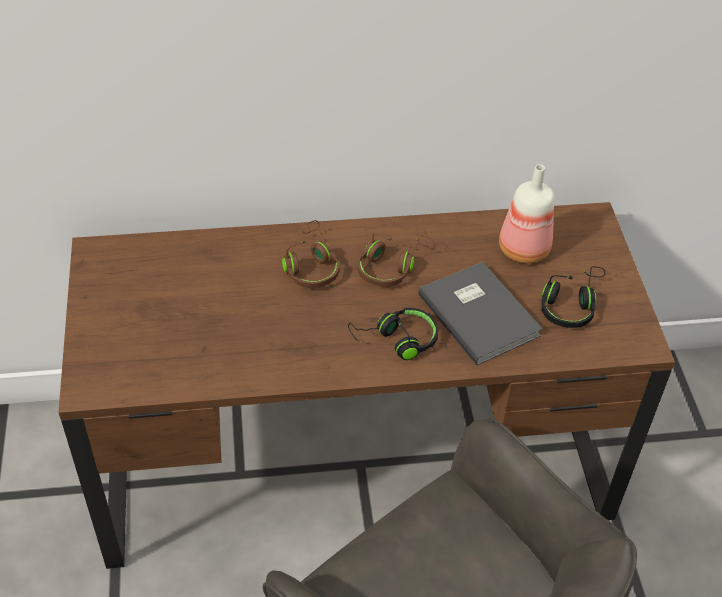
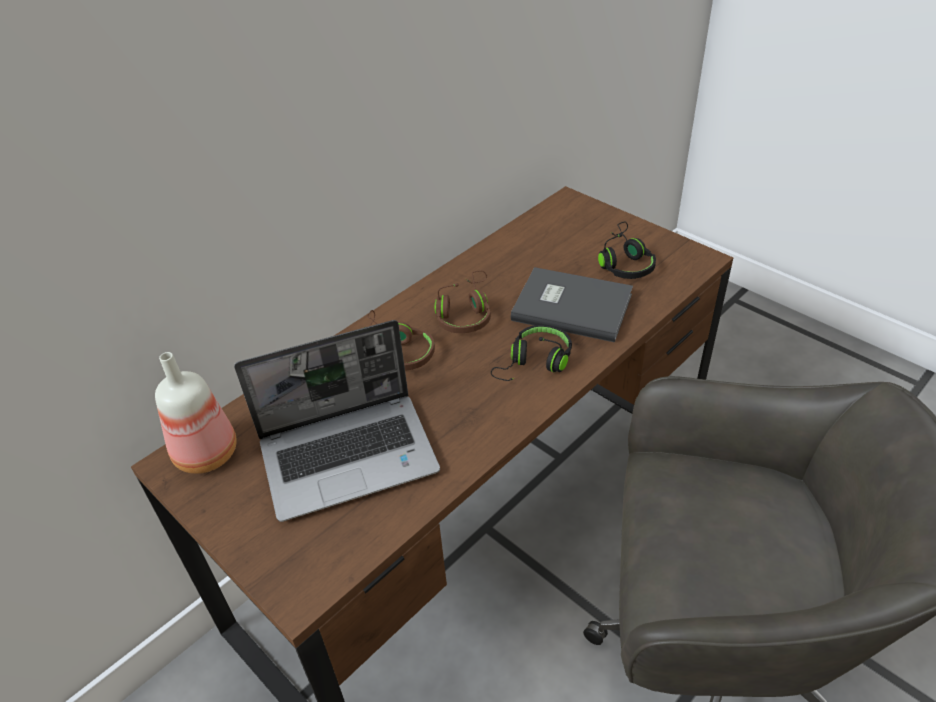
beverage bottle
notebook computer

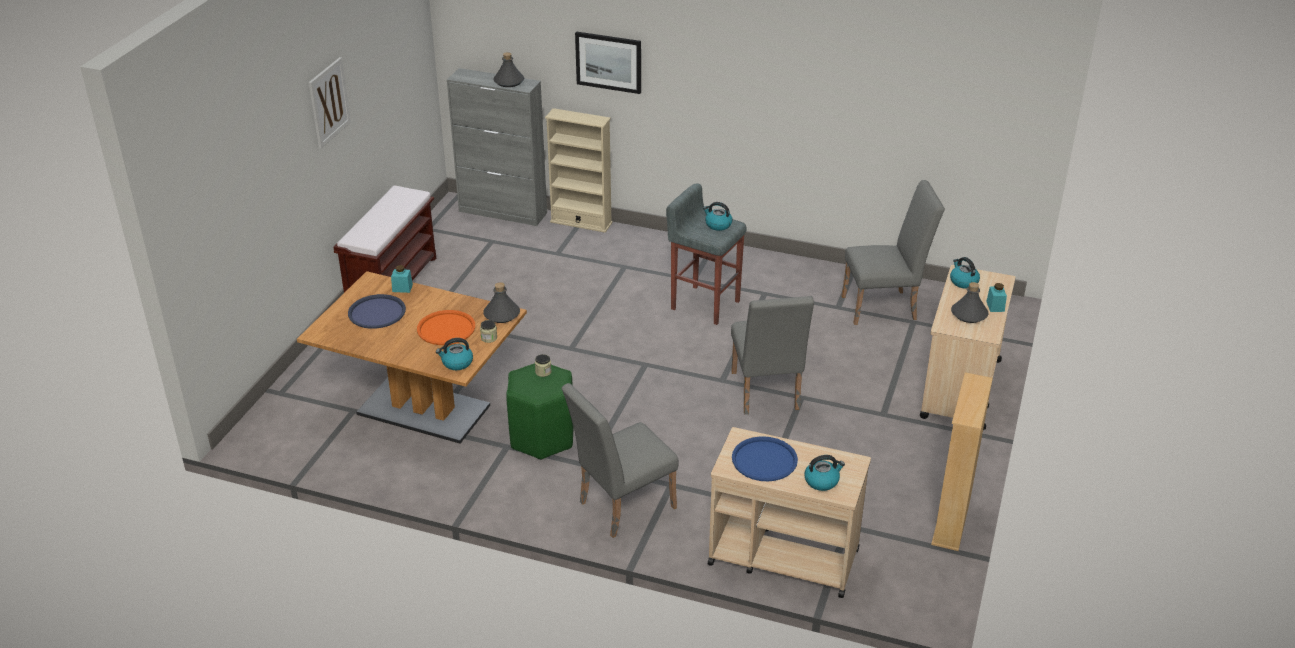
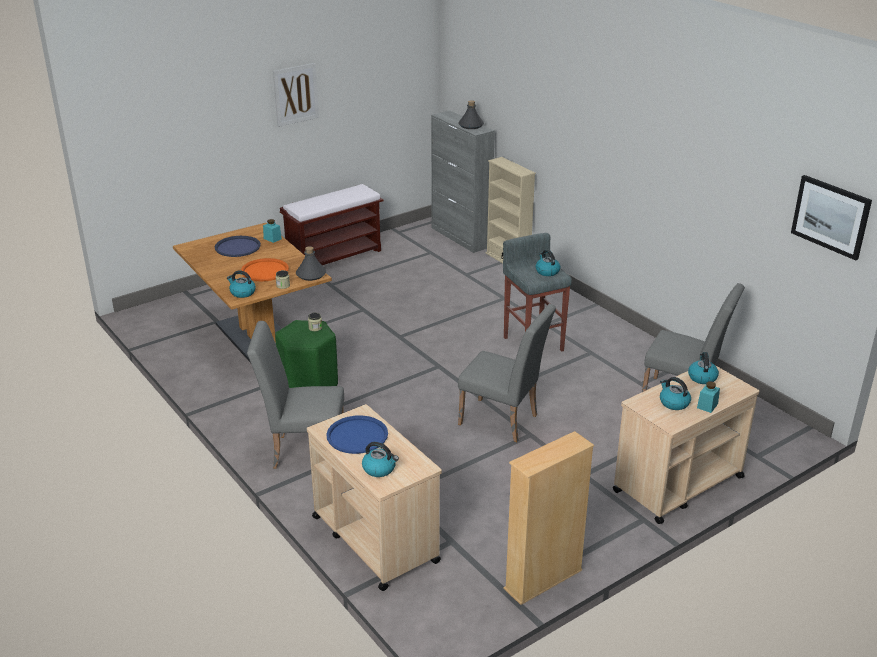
wall art (2nd from left)
tea kettle (4th from left)
grey chair (2nd from left)

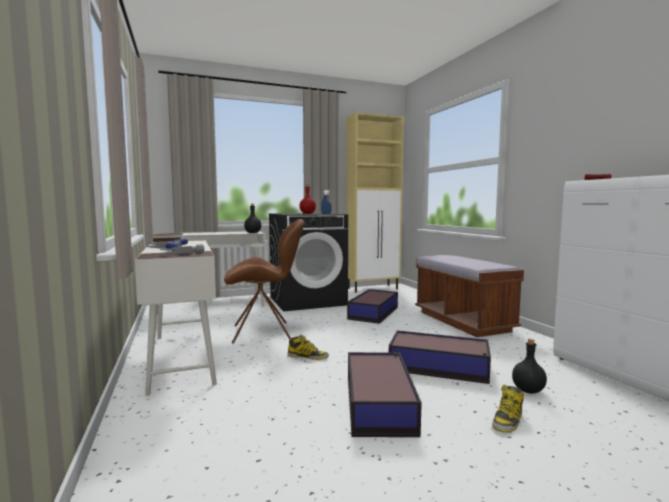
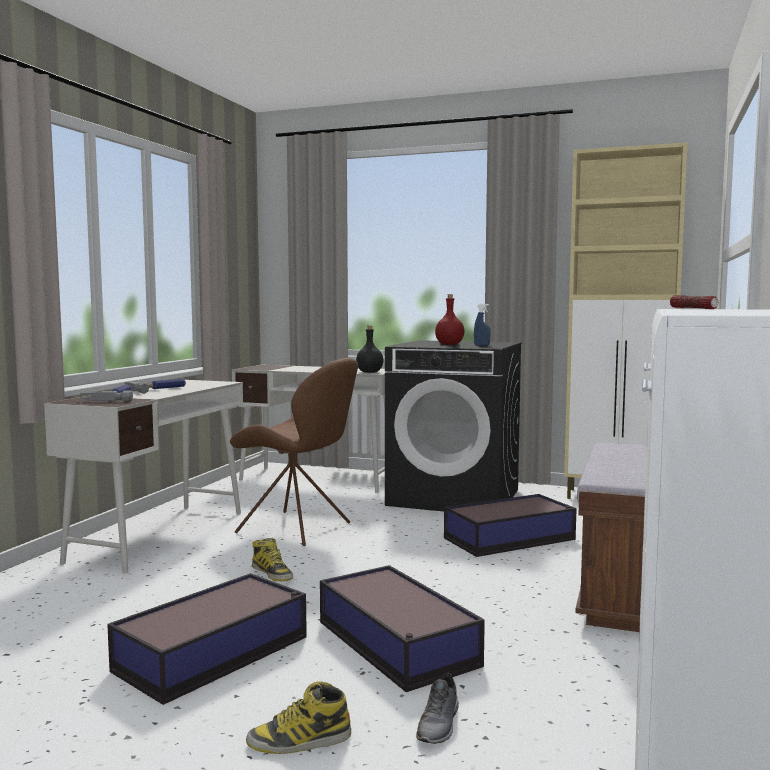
grey shoe

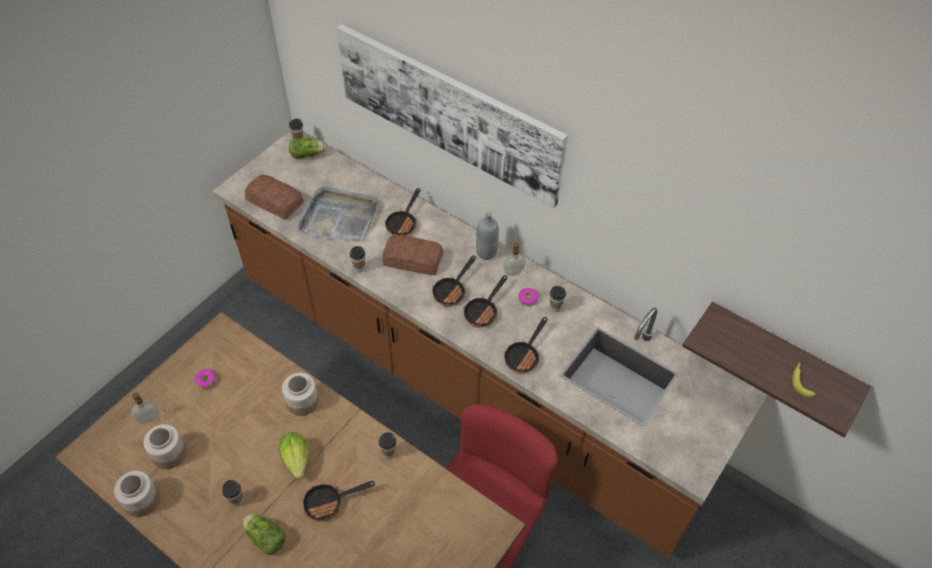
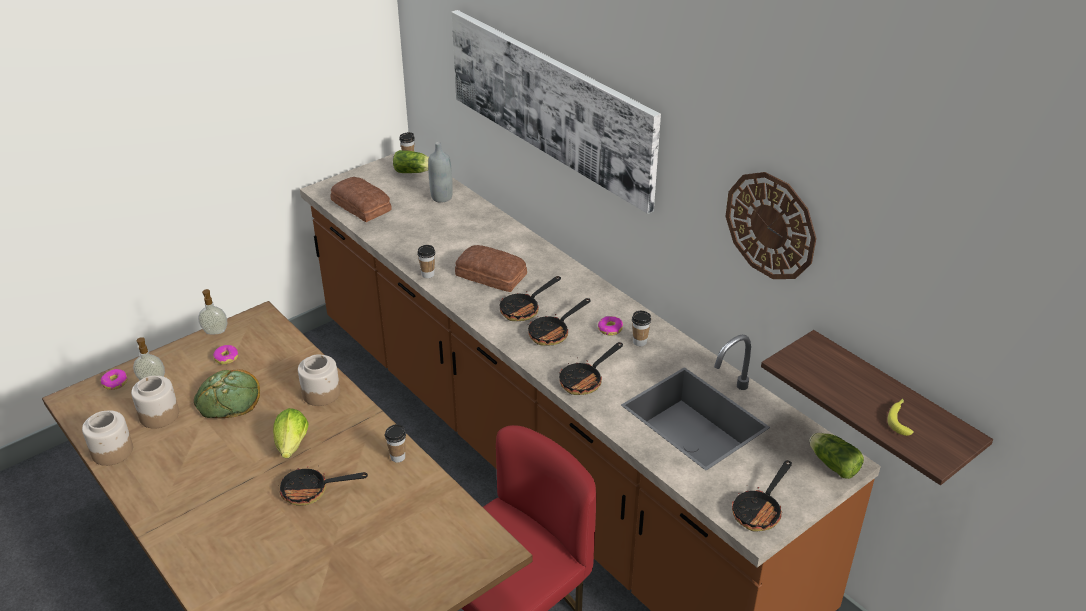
grey carrying tray
frying pan (5th from left)
grey beverage bottle
soap dispenser (2nd from left)
cup (1st from left in the first image)
lettuce head (3rd from left)
clock on the wall
ring doughnut (1st from left)
baked bread (1st from left)

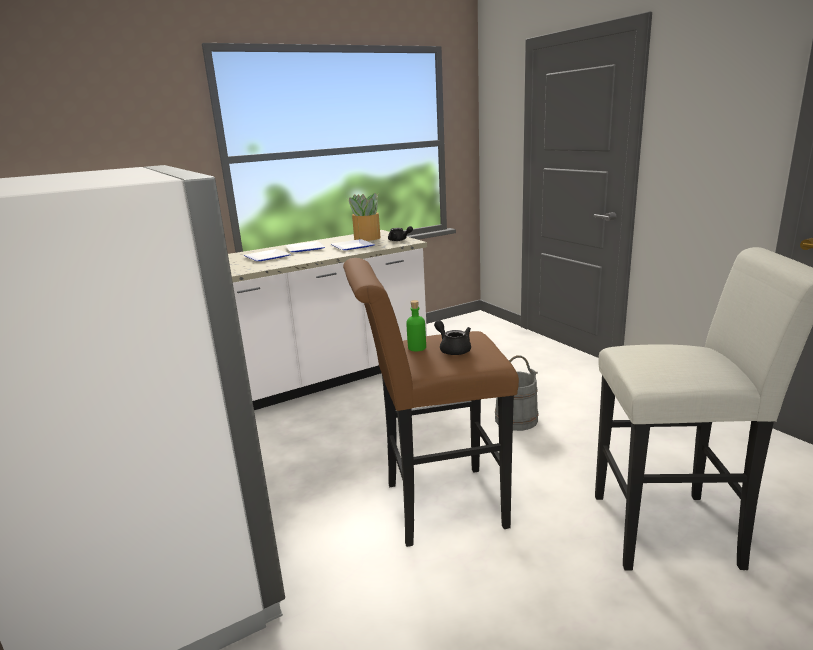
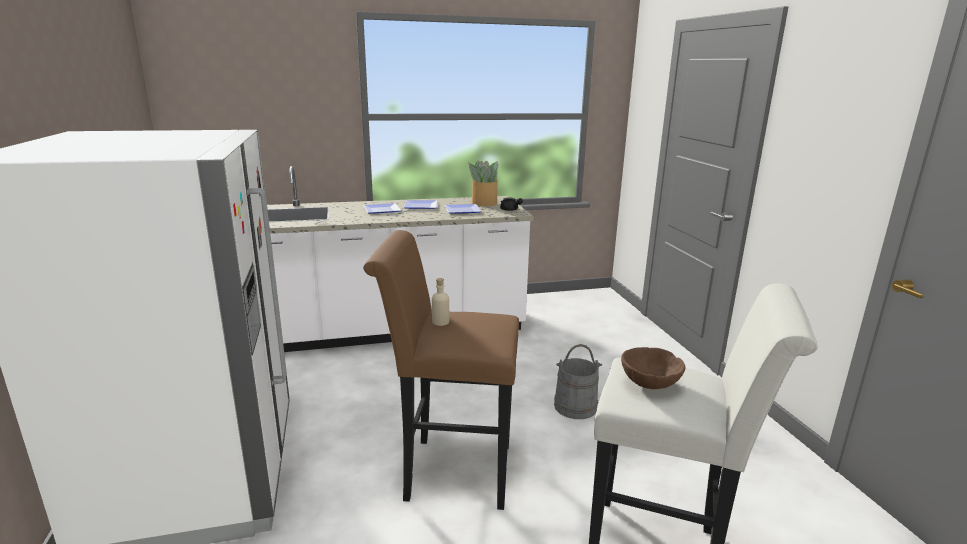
beige-coloured beverage bottle
blackish pot for tea (2nd from left in the first image)
brown-coloured deep dish

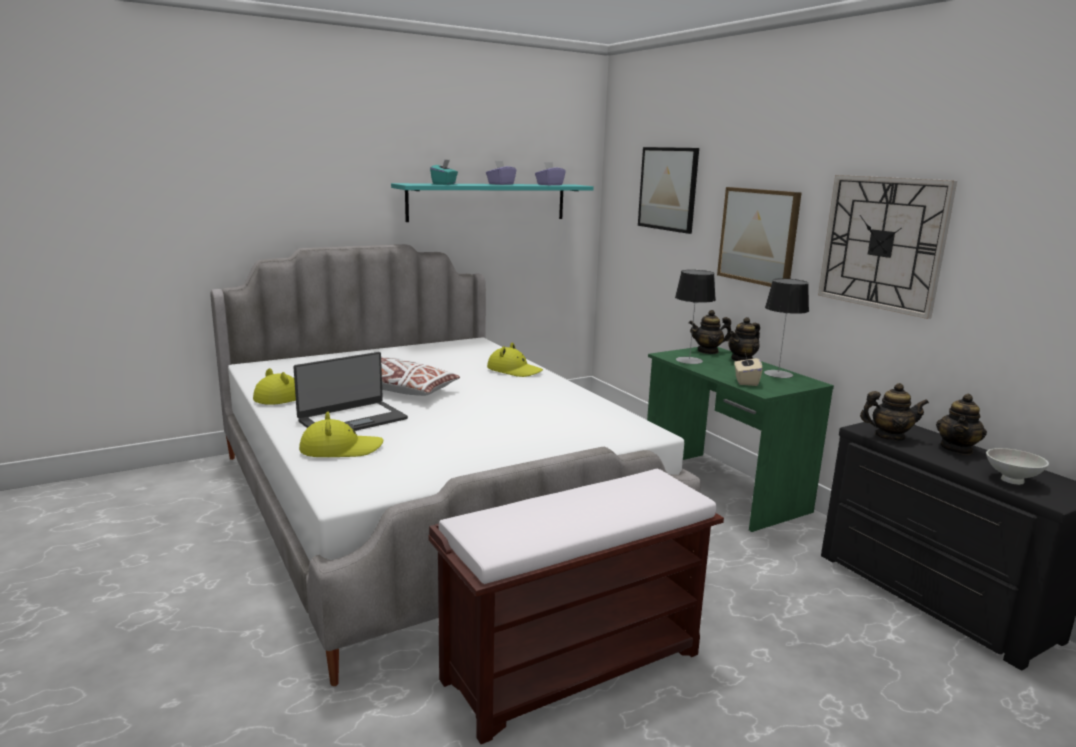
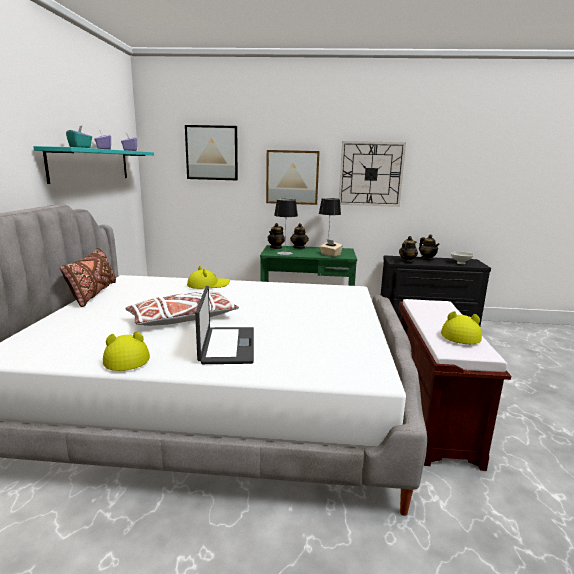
yellowish hat (3rd from left)
brown-coloured throw pillow

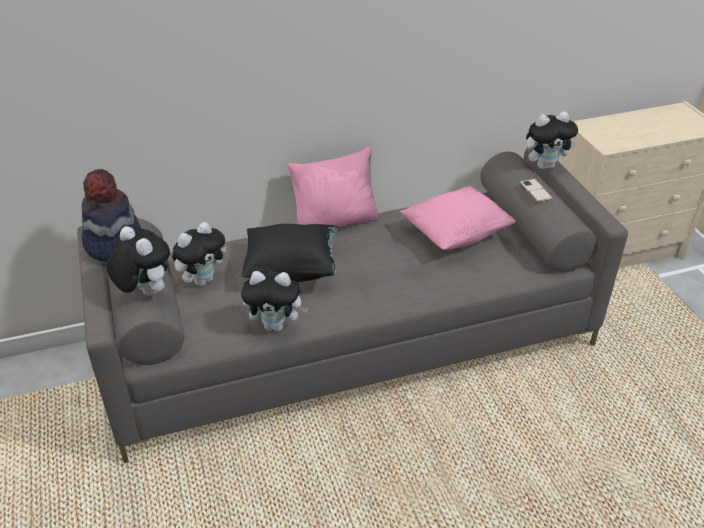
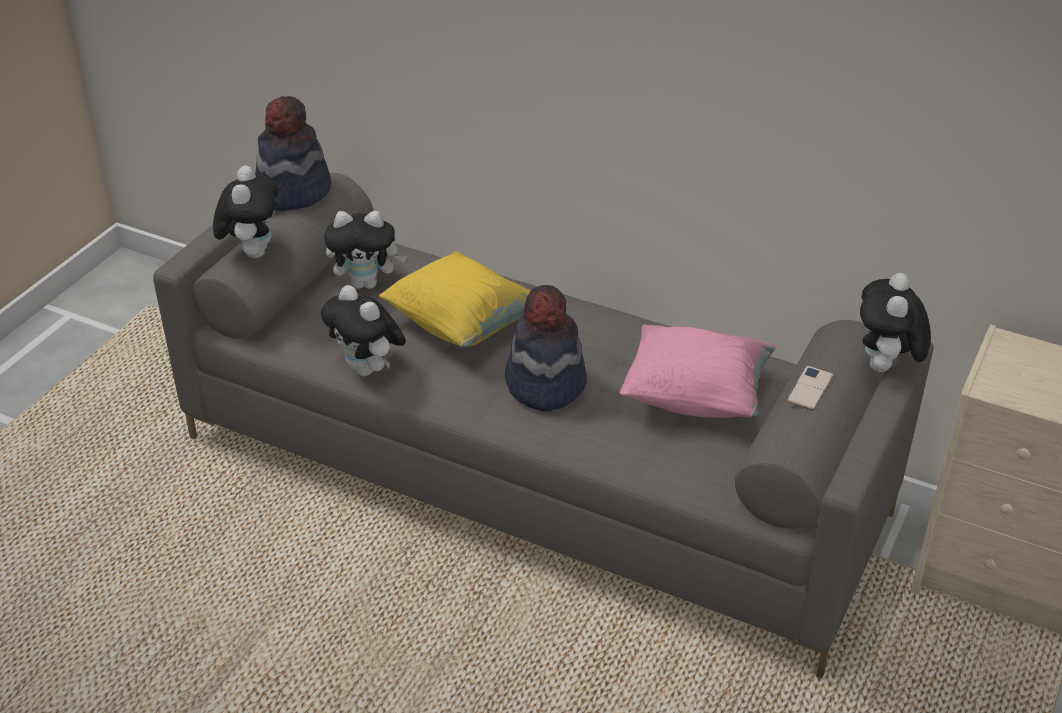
soft toy (4th from left)
pink-coloured throw pillow (1st from left in the first image)
yellowish throw pillow
hat (2nd from left)

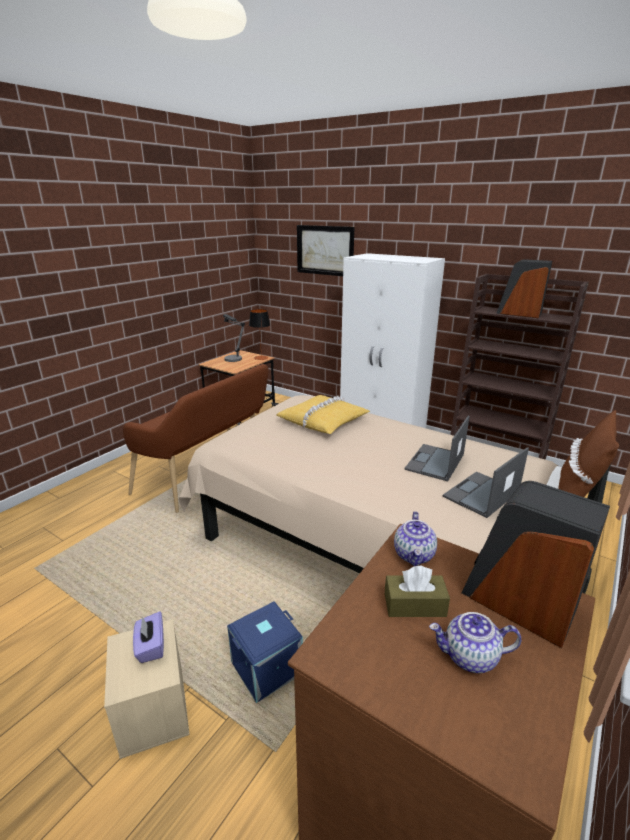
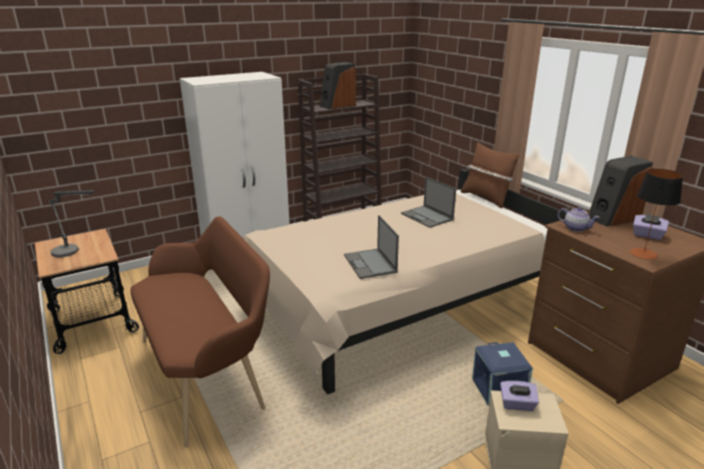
wall art
tabletop lamp (2nd from left)
yellowish throw pillow
notebook computer (1st from left)
brown-coloured tissue holder
purple tissue holder (2nd from left)

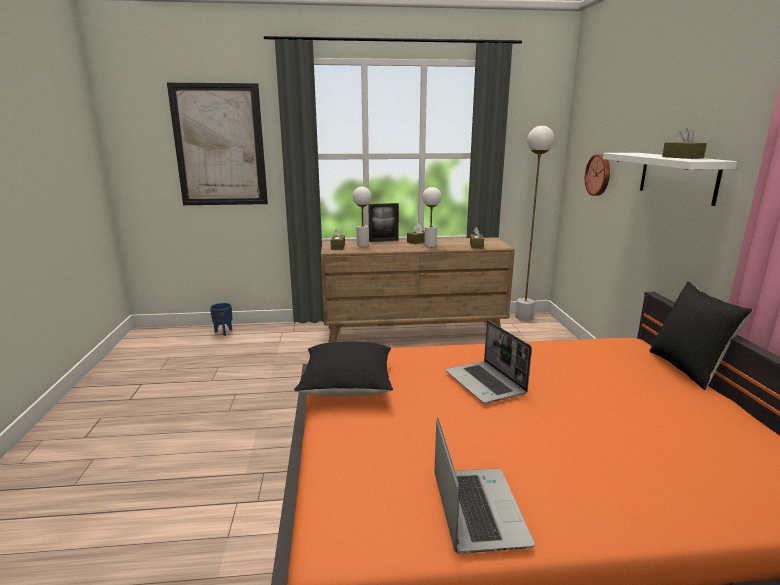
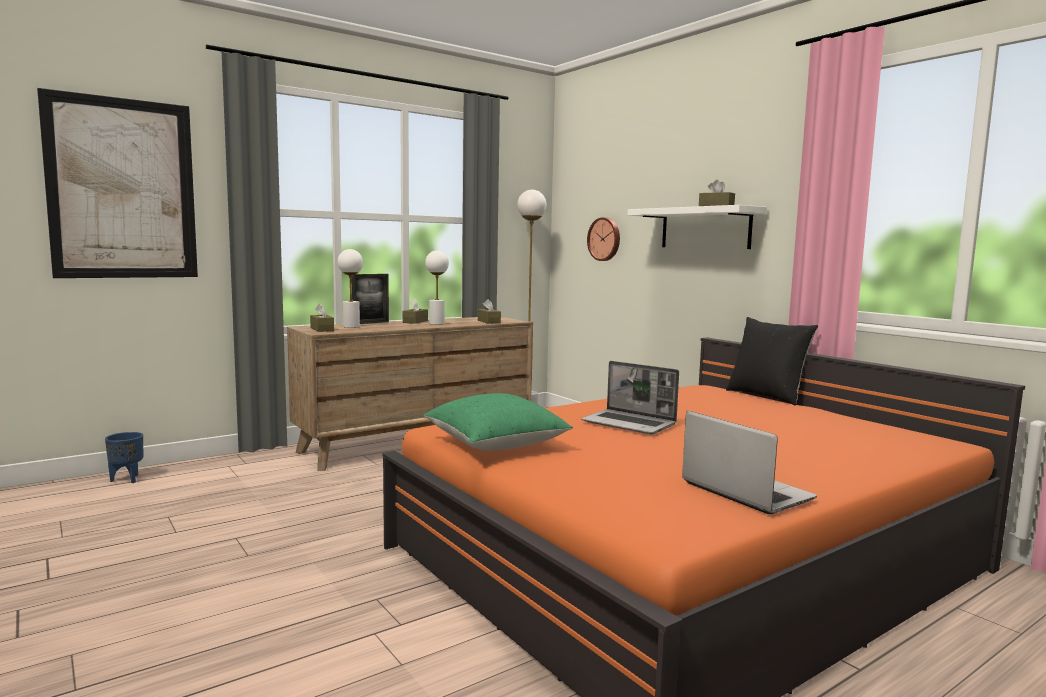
green-coloured throw pillow

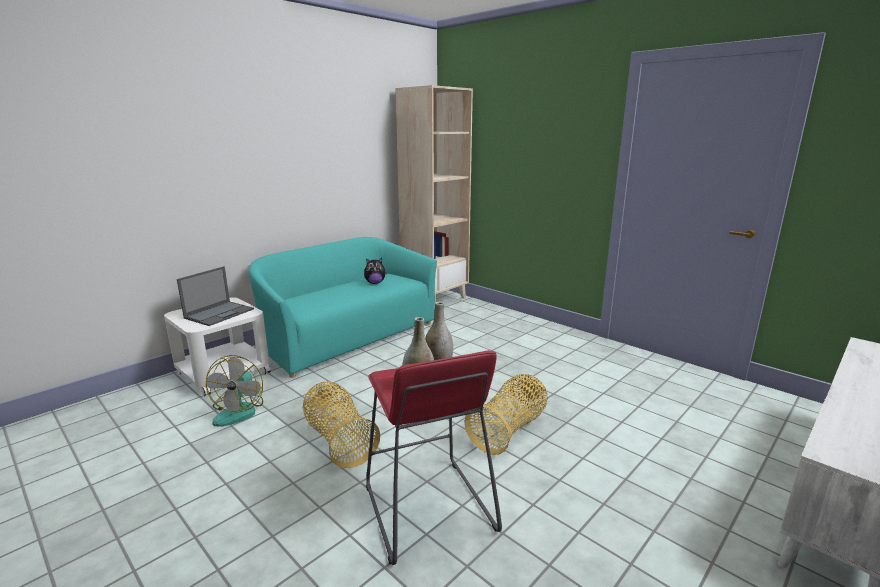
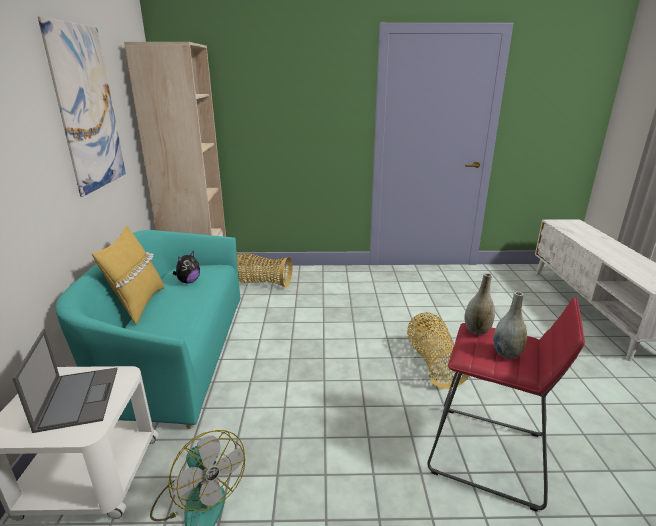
household basket (1st from left)
wall art
yellowish throw pillow

